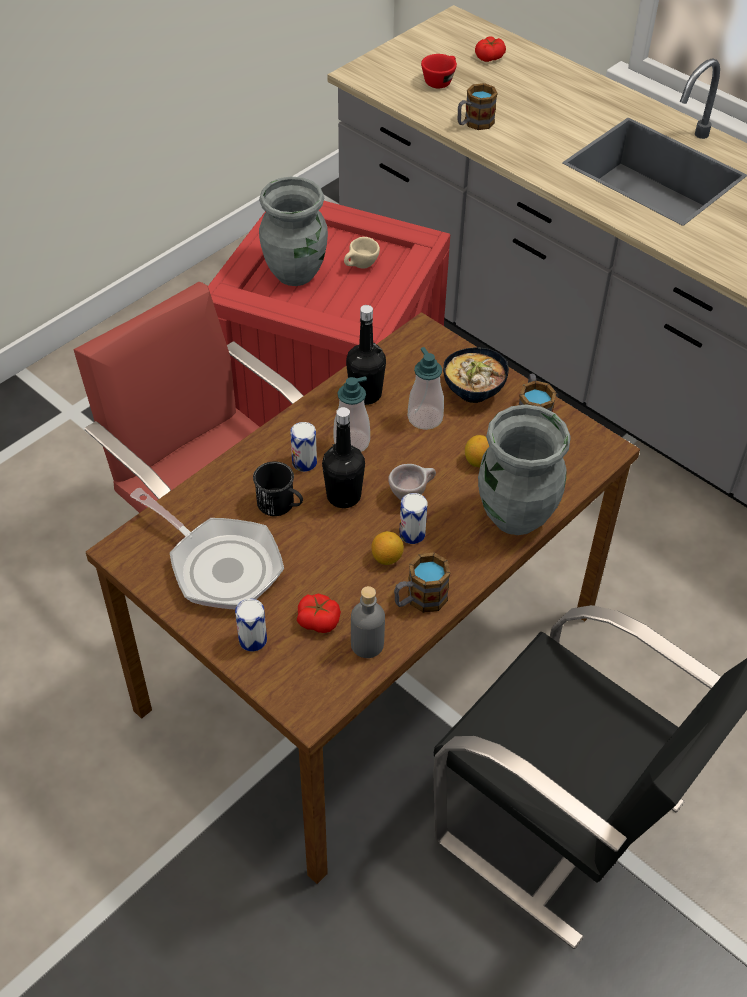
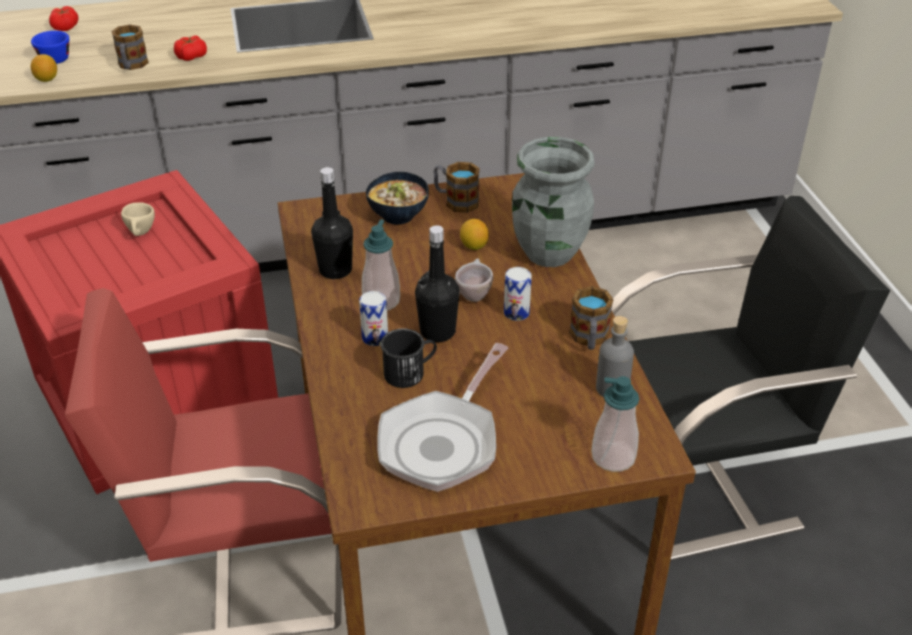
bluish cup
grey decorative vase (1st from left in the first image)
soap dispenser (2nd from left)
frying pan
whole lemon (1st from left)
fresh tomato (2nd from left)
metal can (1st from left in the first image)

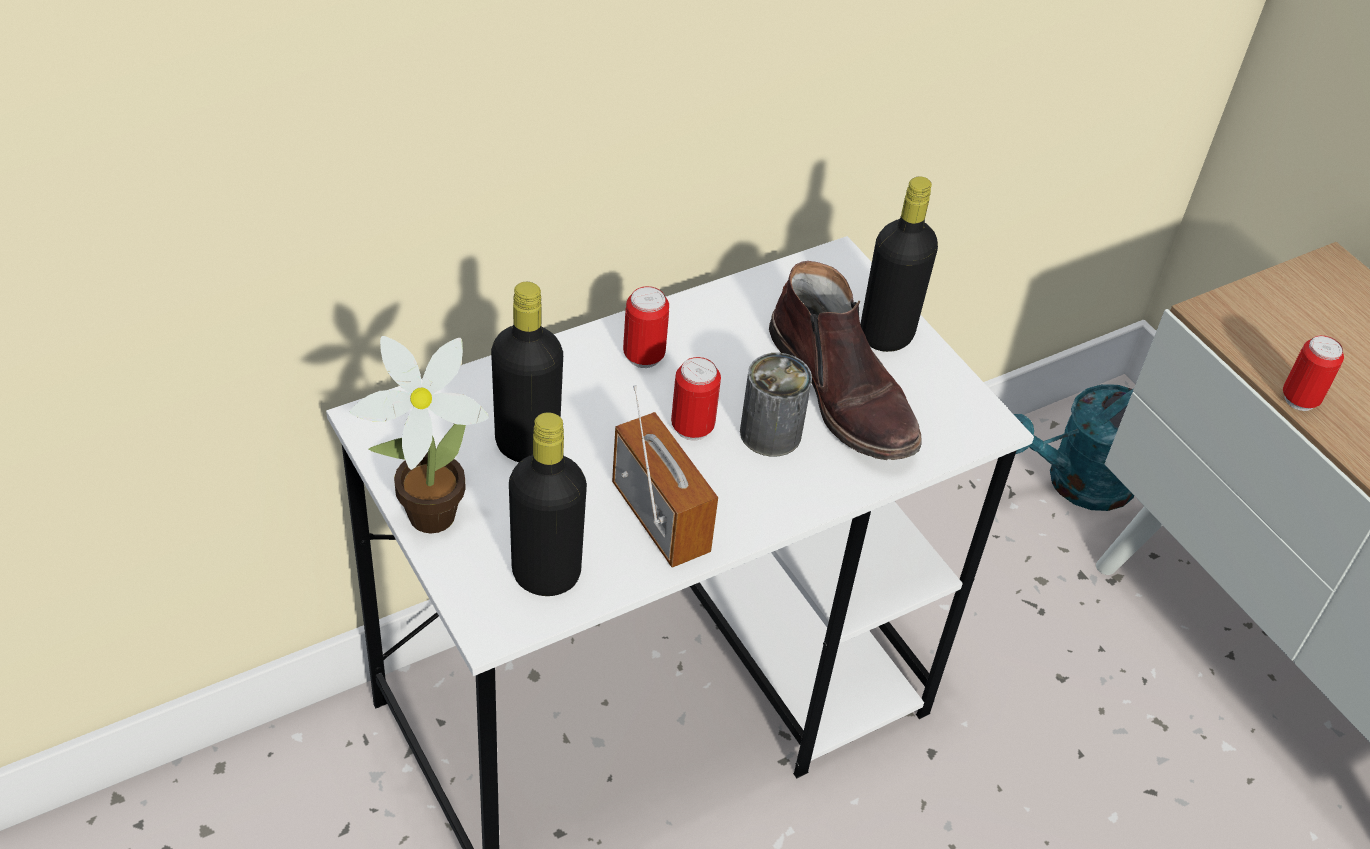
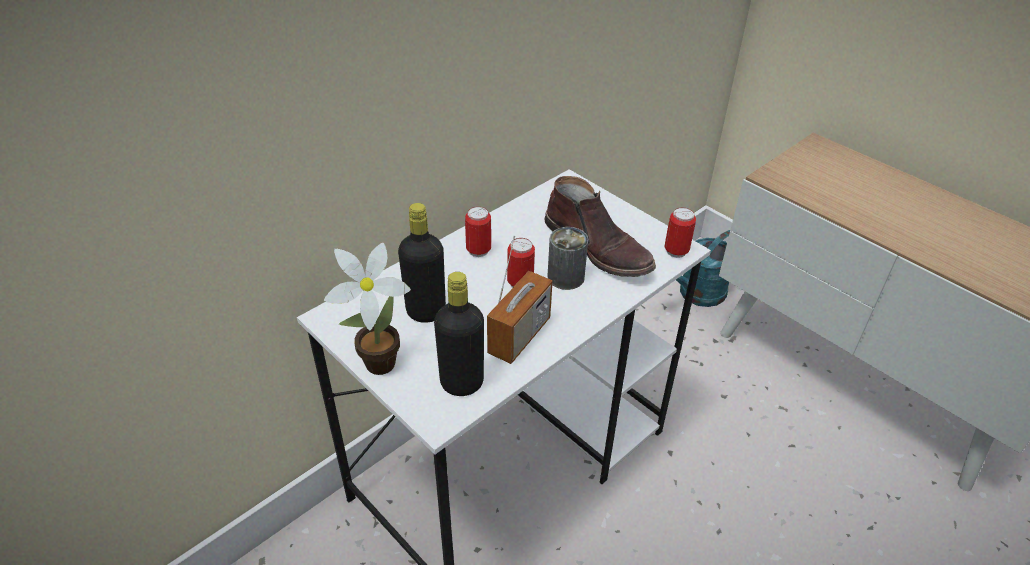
blackish beverage bottle (3rd from left in the first image)
metal can (4th from left)
radio

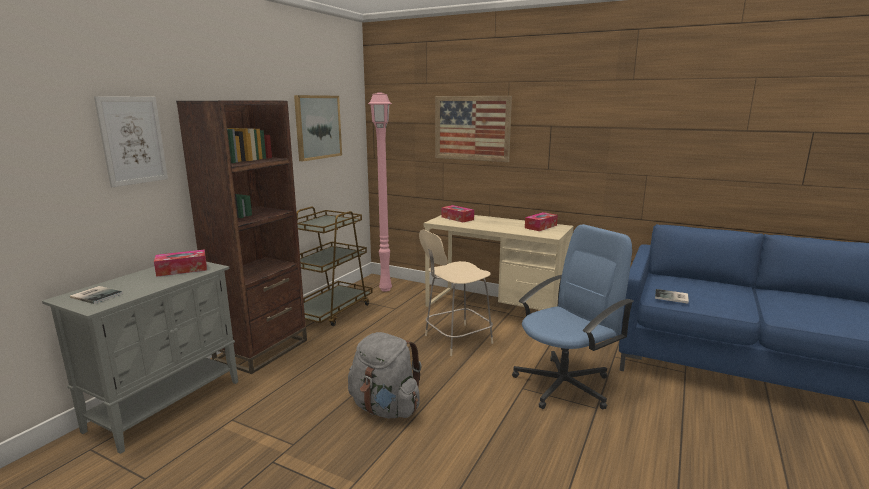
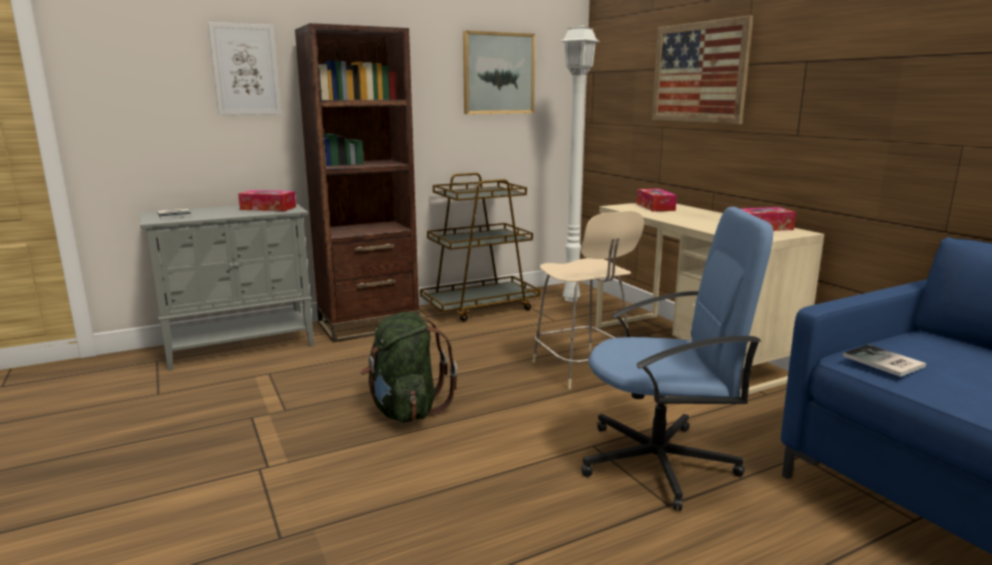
white standing lamp
beige-coloured chair
green-coloured knapsack

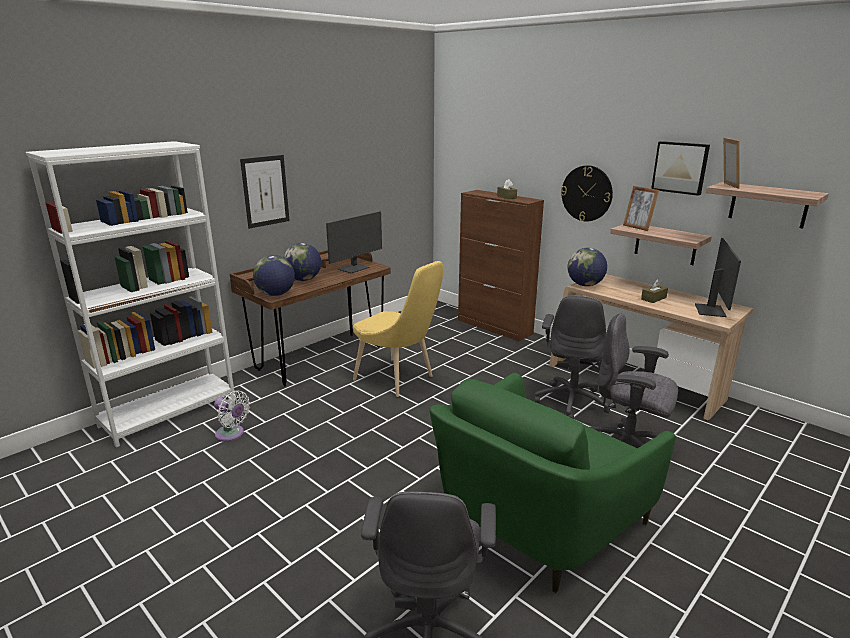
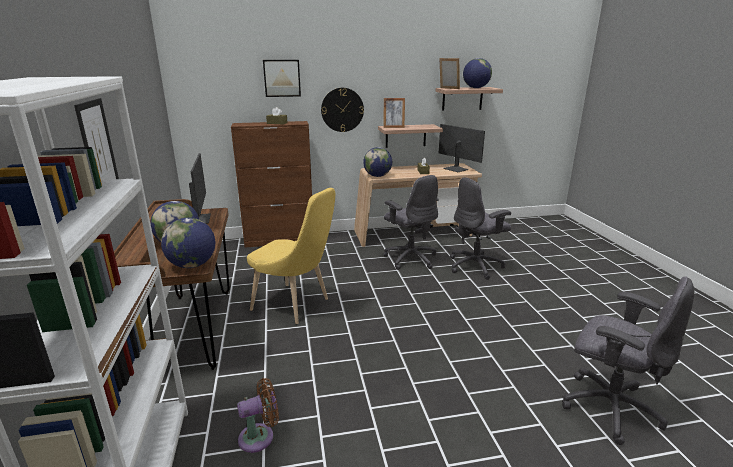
wall art (2nd from left)
yellowish chair
green-coloured lounge chair
brown-coloured fan
globe (4th from left)

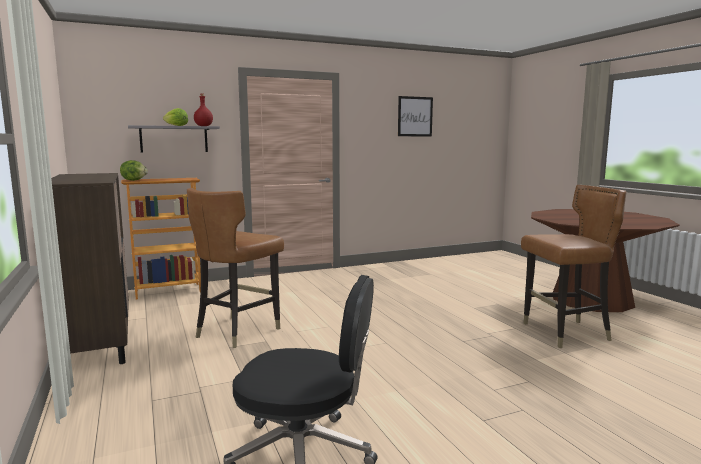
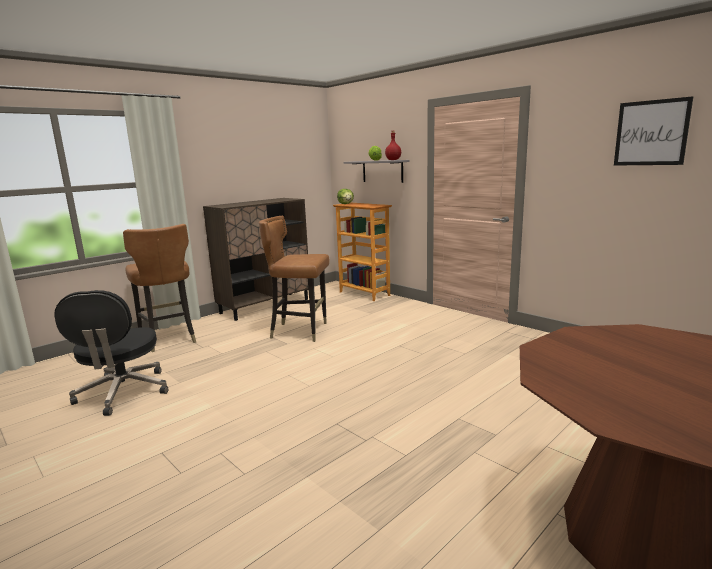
brown-coloured chair (1st from left)

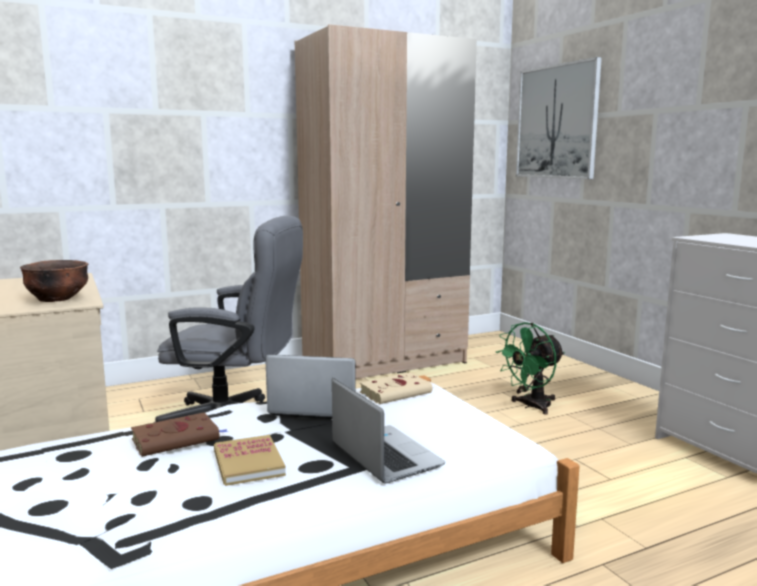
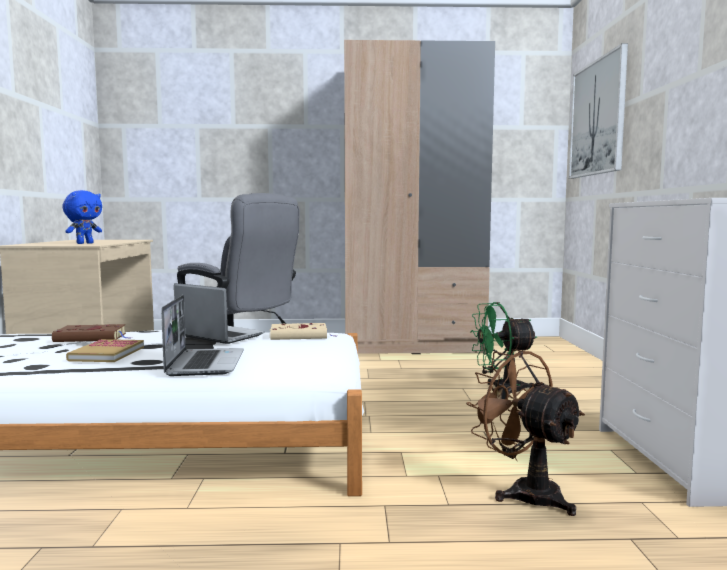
bluish soft toy
brown-coloured fan

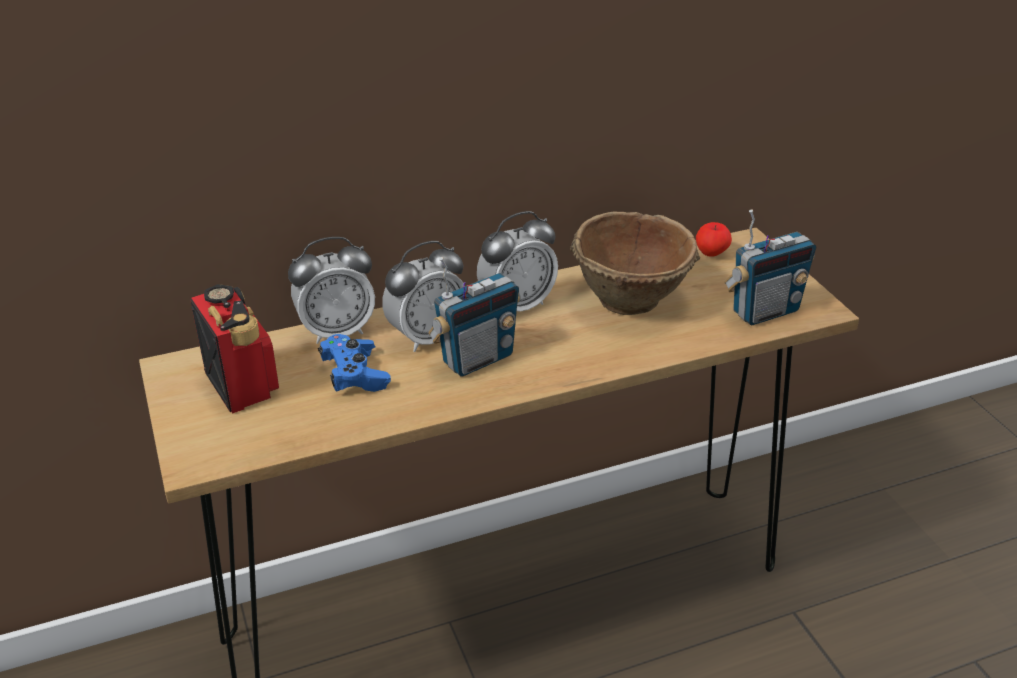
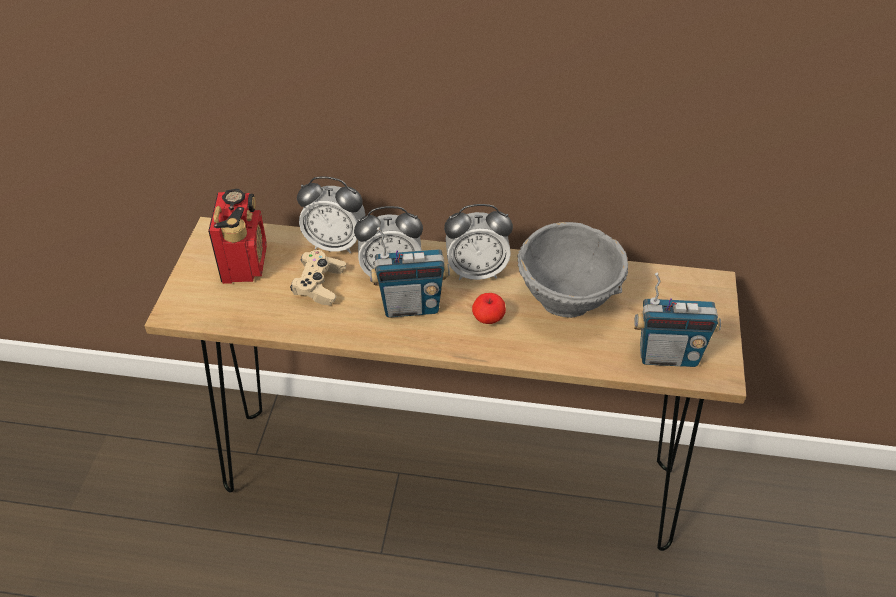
grey deep dish
apple fruit
beige-coloured joypad

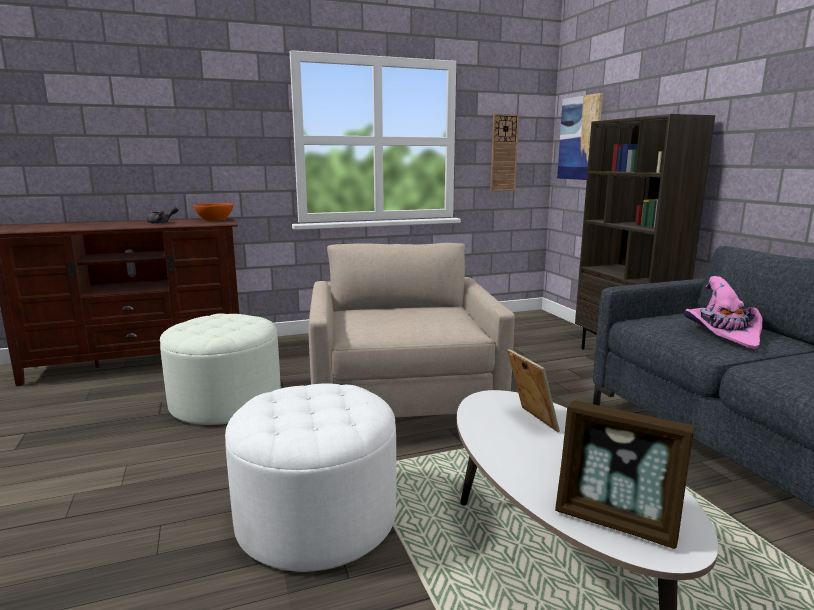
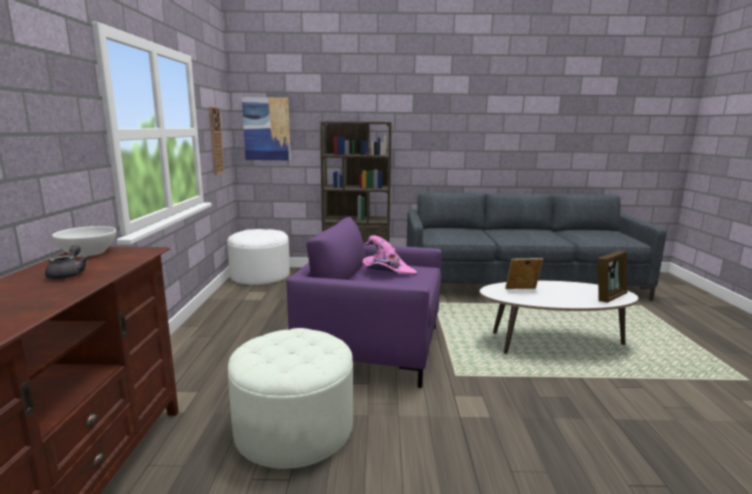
white deep dish
purple lounge chair
pink-coloured hat
white ottoman (1st from left)

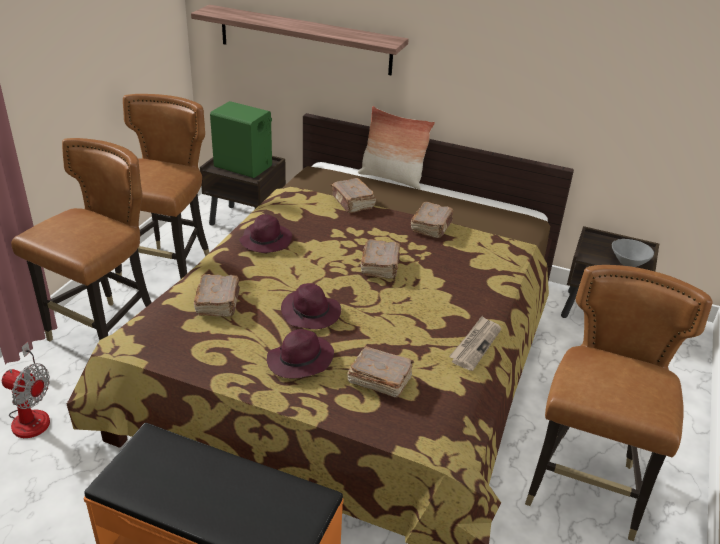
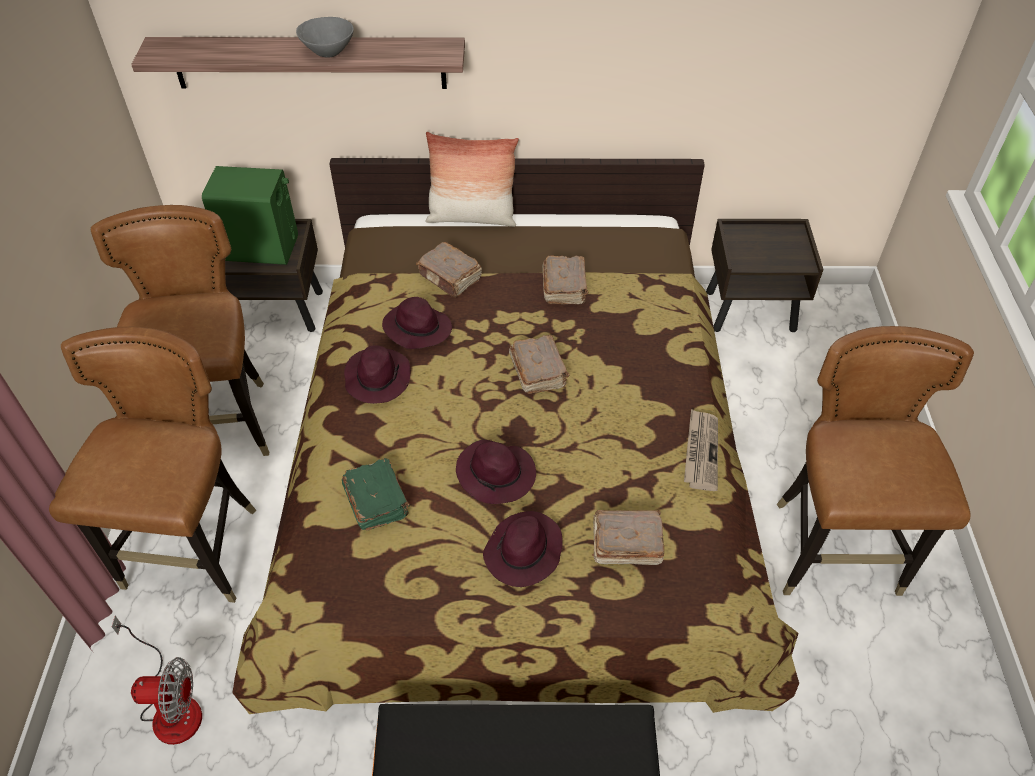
grey deep dish
green-coloured book
purple hat (2nd from left)

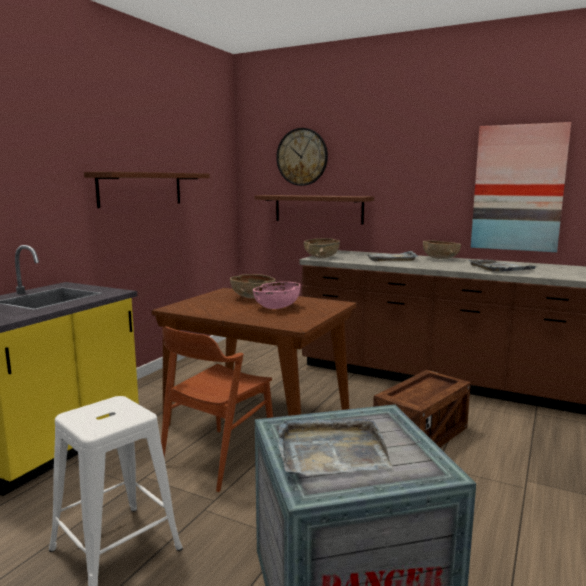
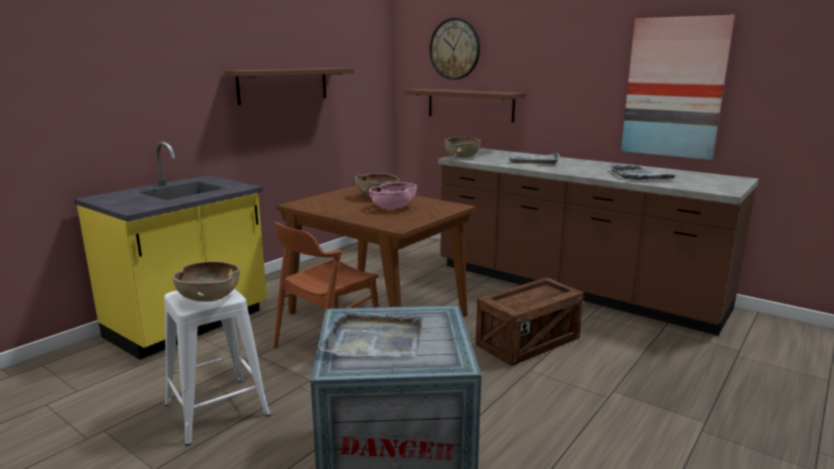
brown-coloured deep dish (1st from left)

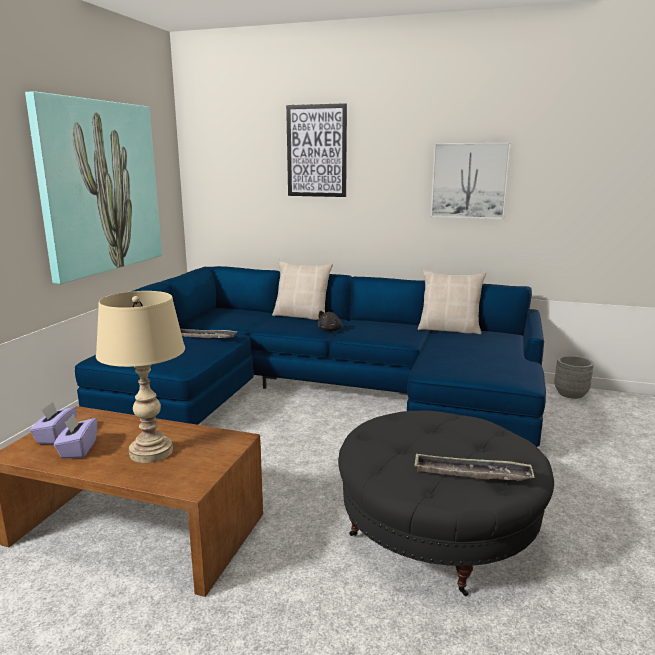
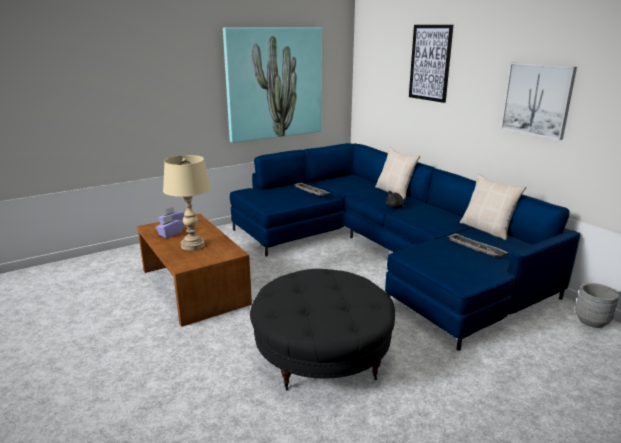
carrying tray (2nd from left)

